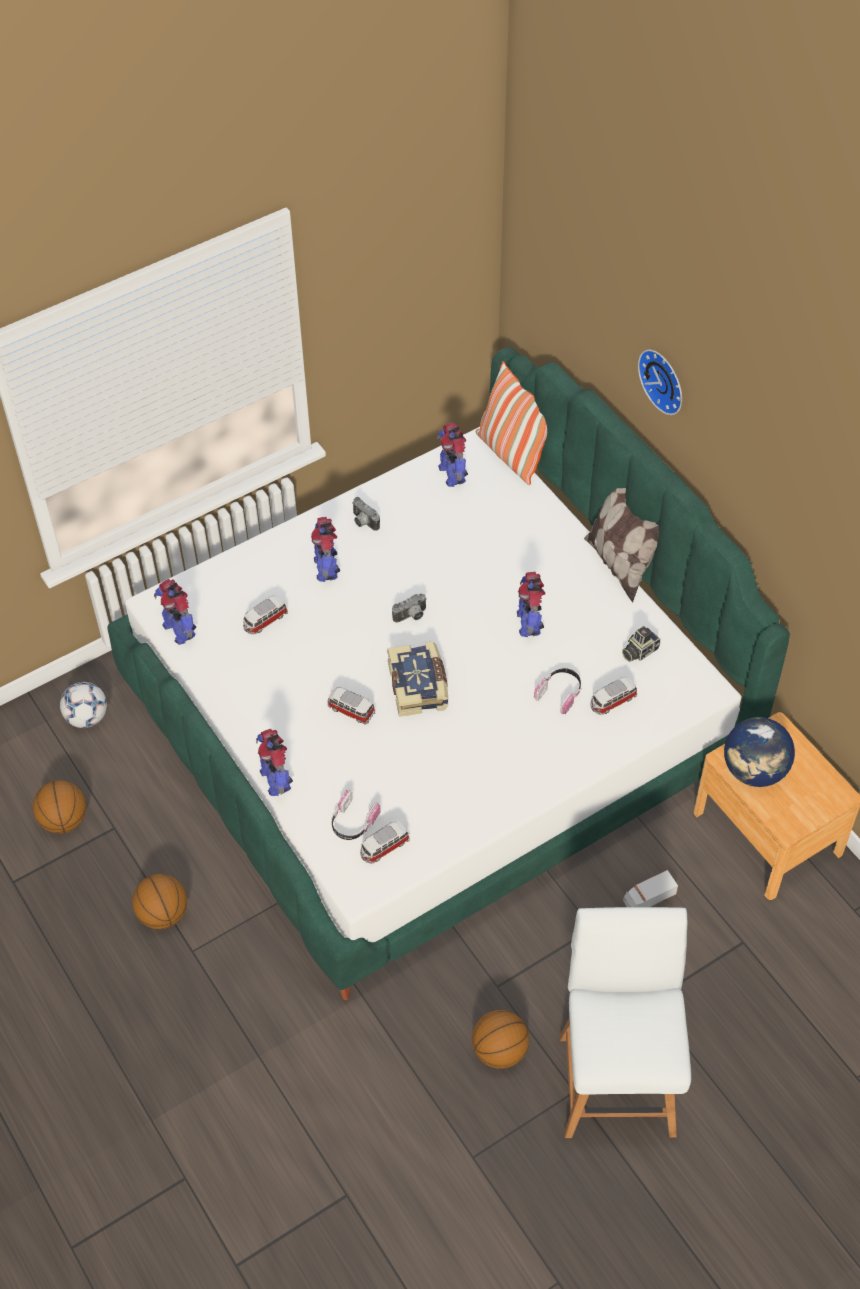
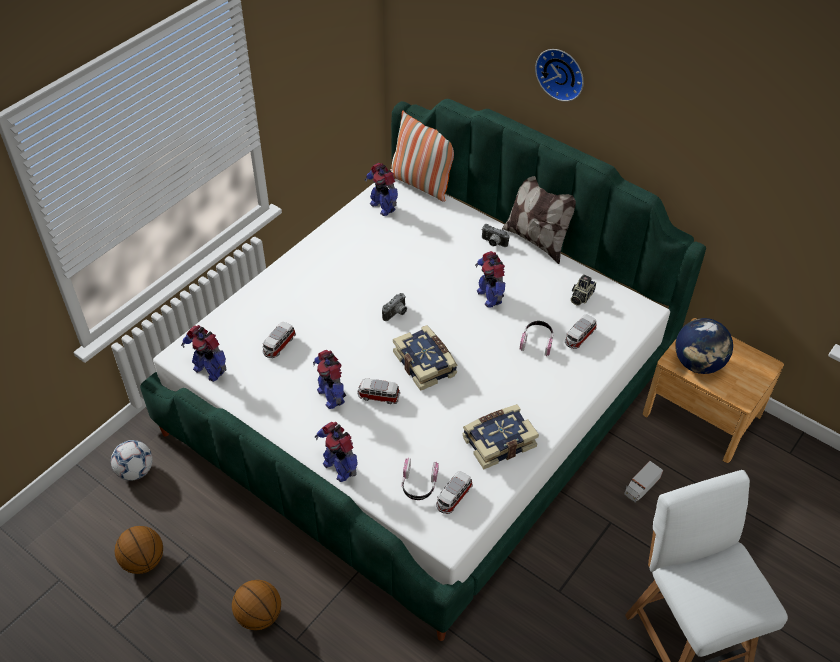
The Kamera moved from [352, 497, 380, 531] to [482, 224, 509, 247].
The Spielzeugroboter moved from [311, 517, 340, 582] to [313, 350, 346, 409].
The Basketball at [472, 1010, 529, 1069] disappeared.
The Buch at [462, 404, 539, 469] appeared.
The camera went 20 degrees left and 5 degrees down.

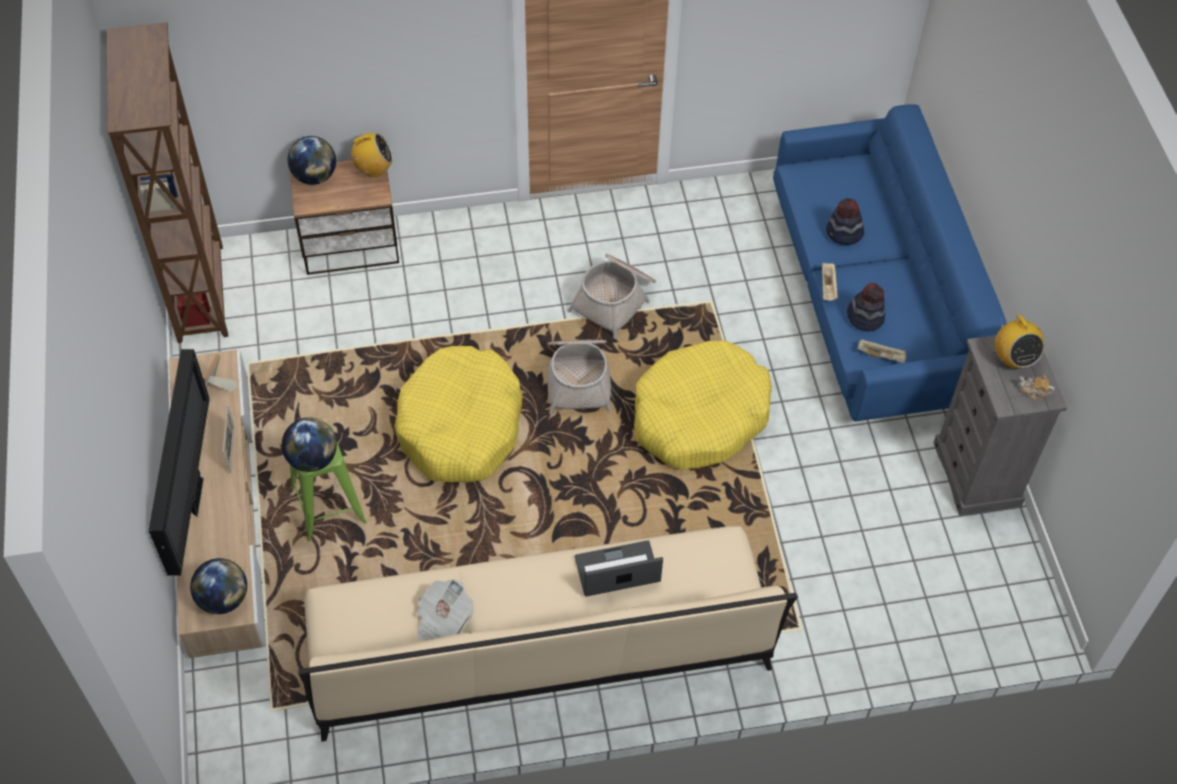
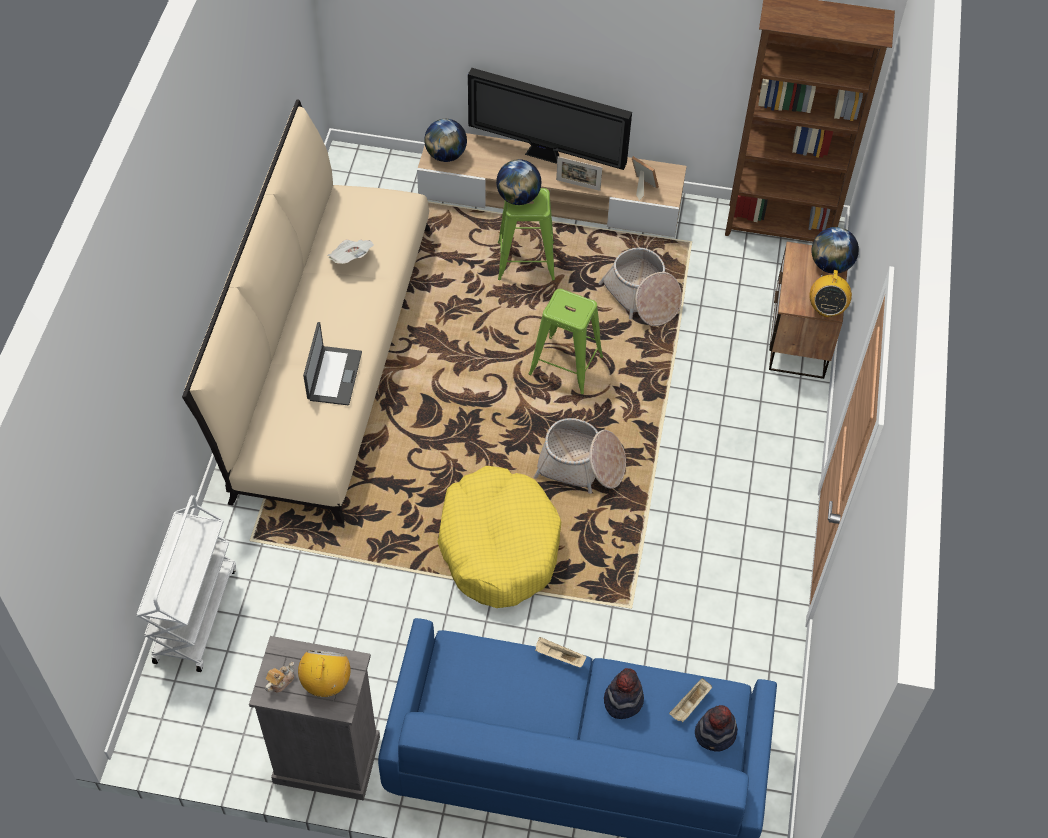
The Korb moved from [567, 254, 656, 339] to [598, 248, 682, 326].
The Hut moved from [847, 283, 885, 331] to [695, 705, 738, 752].
The Radio at [995, 315, 1045, 369] turned 90 degrees clockwise.
The Tablett/beige moved from [857, 339, 906, 363] to [669, 678, 712, 722].
The Hundebett/gelb at [394, 346, 523, 483] was replaced by the Hocker/grün at [529, 289, 603, 395].
The Rollwagen/weiß at [136, 495, 236, 672] appeared.
The camera went 110 degrees right and 0 degrees up.

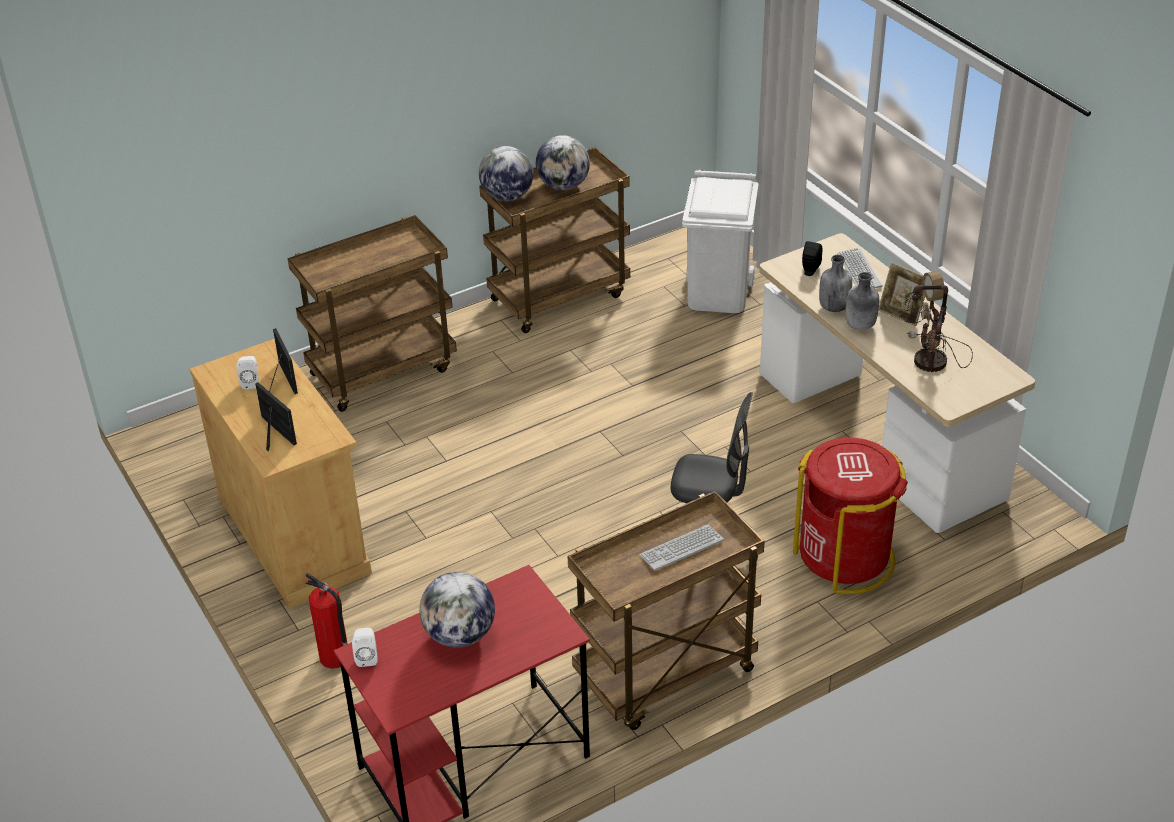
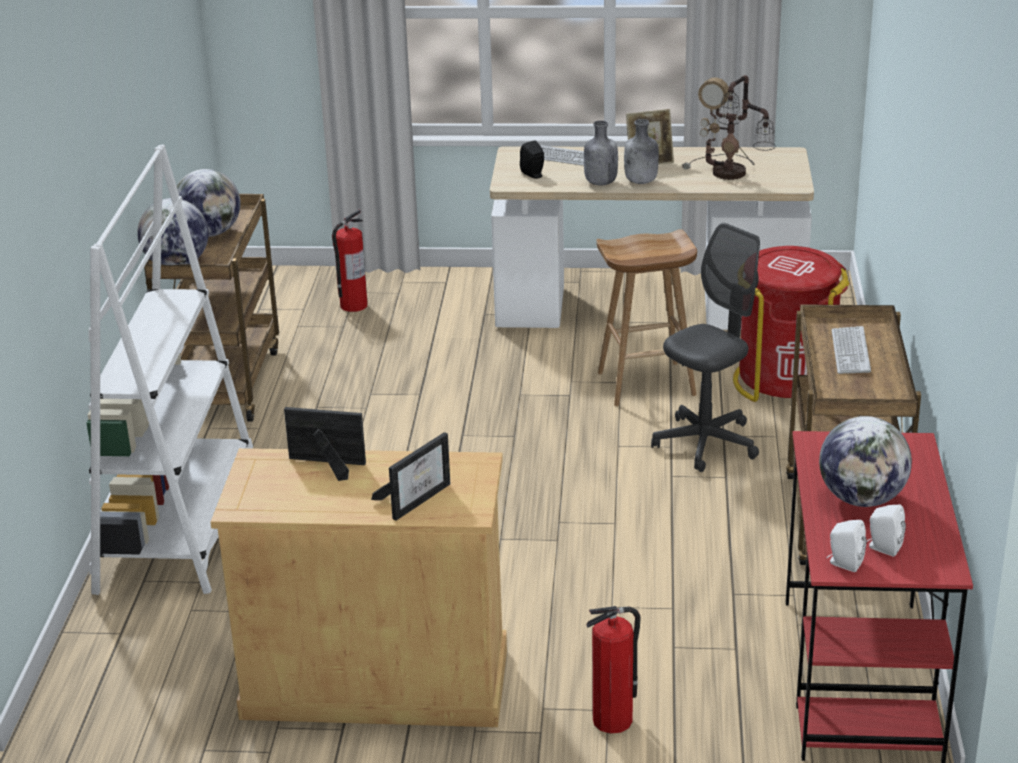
The Mülleimer/weiß at [682, 170, 759, 313] was replaced by the Feuerlöscher at [332, 210, 368, 312].
The Rollwagen/braun at [287, 215, 457, 412] was replaced by the Bücherregal/weiß at [86, 145, 253, 595].
The Lautsprecher/weiß moved from [236, 356, 259, 389] to [867, 505, 906, 556].
The Bilderrahmen at [255, 382, 297, 452] turned 135 degrees clockwise.
The Hocker/braun at [596, 229, 697, 406] appeared.
The camera went 55 degrees left and 10 degrees down.

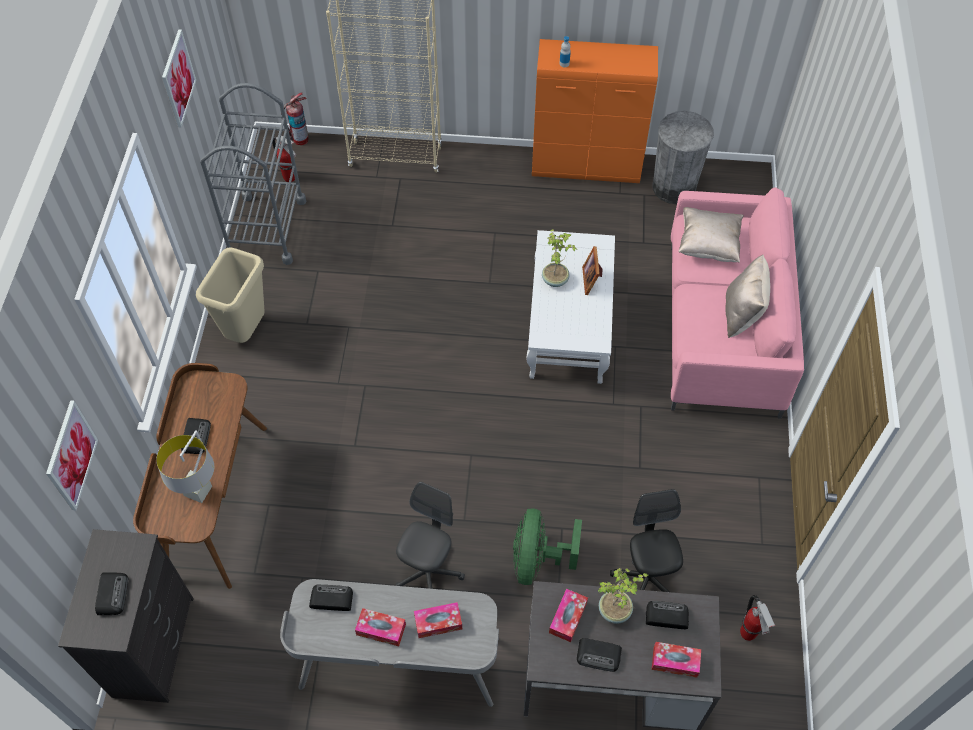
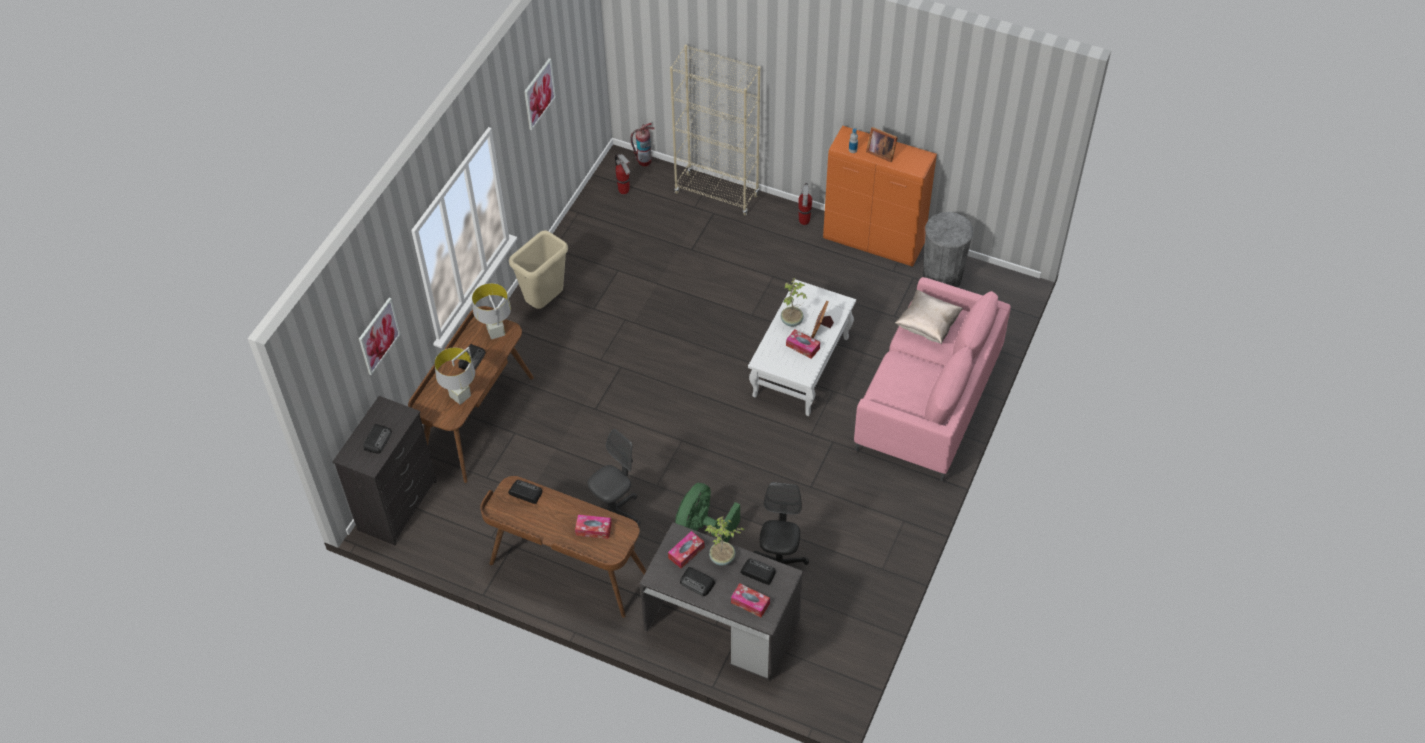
The Rollwagen/grau at [200, 83, 306, 265] disappeared.
The Kissen/beige at [725, 254, 770, 338] disappeared.
The Schreibtisch/grau at [280, 579, 499, 707] became the Schreibtisch/braun at [480, 476, 646, 618].
The Feuerlöscher moved from [740, 595, 775, 641] to [798, 183, 812, 225].
The Taschentuchbox moved from [355, 608, 406, 646] to [786, 329, 820, 359].
The Bilderrahmen at [866, 127, 898, 162] appeared.
The Tischlampe/grau at [472, 283, 511, 339] appeared.
The camera went 20 degrees right and 5 degrees down.

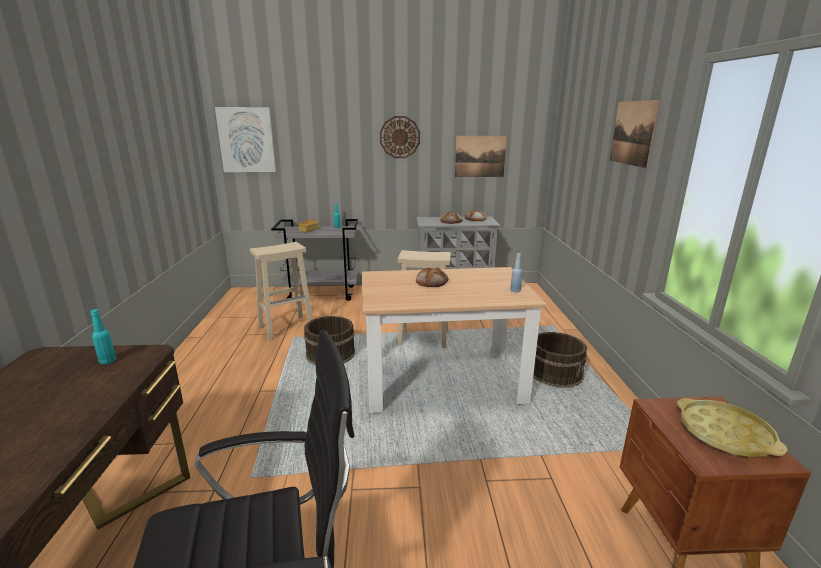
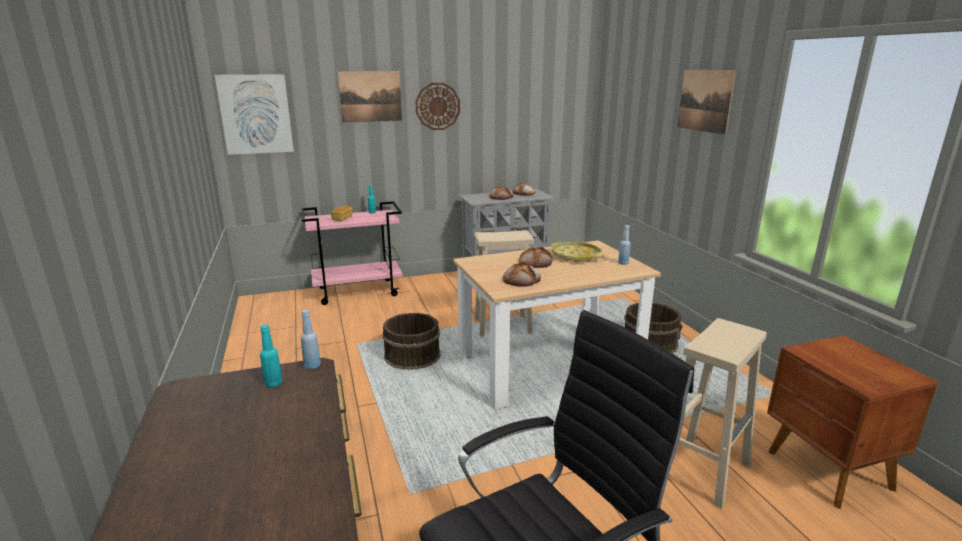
The Bild moved from [455, 135, 507, 177] to [338, 71, 402, 123].
The Rollwagen/grau at [271, 219, 358, 301] became the Rollwagen/rosa at [301, 201, 403, 305].
The Hocker/beige moved from [250, 242, 313, 341] to [679, 318, 767, 509].
The Tablett/gelb moved from [677, 398, 788, 457] to [551, 242, 603, 263].
The Brot at [503, 263, 541, 287] appeared.
The Flasche/blau at [301, 309, 321, 369] appeared.
The camera went 15 degrees left and 0 degrees up.

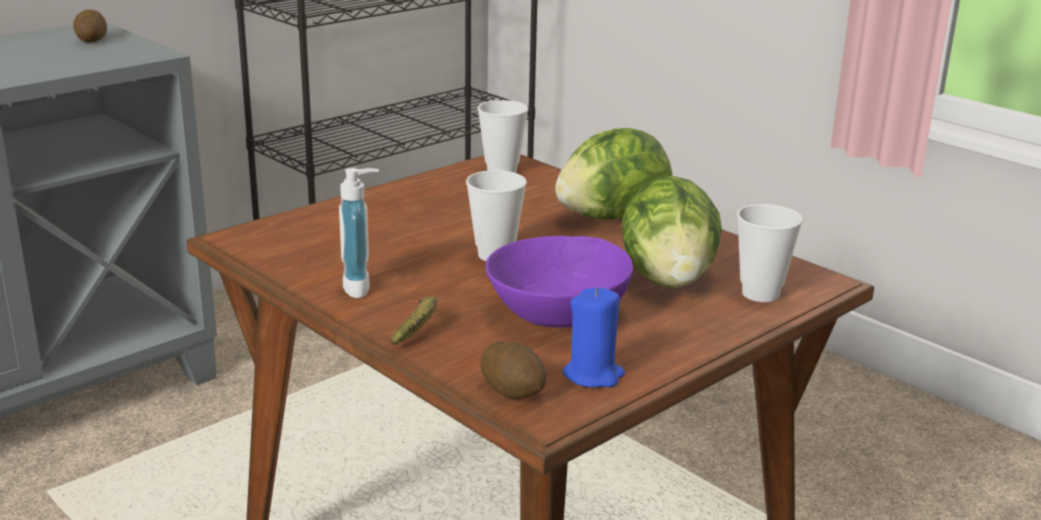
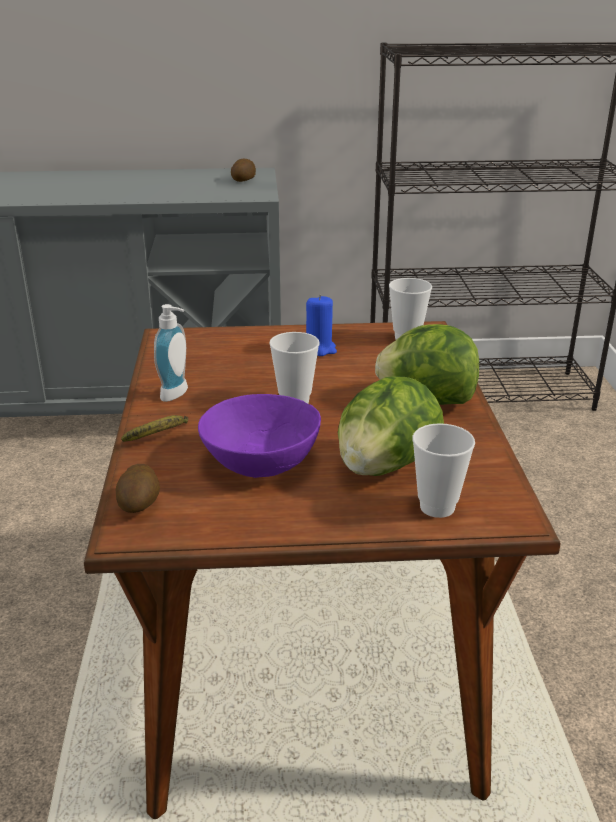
The Kerze/blau moved from [562, 287, 625, 387] to [306, 295, 337, 356].
The camera went 40 degrees right and 5 degrees up.

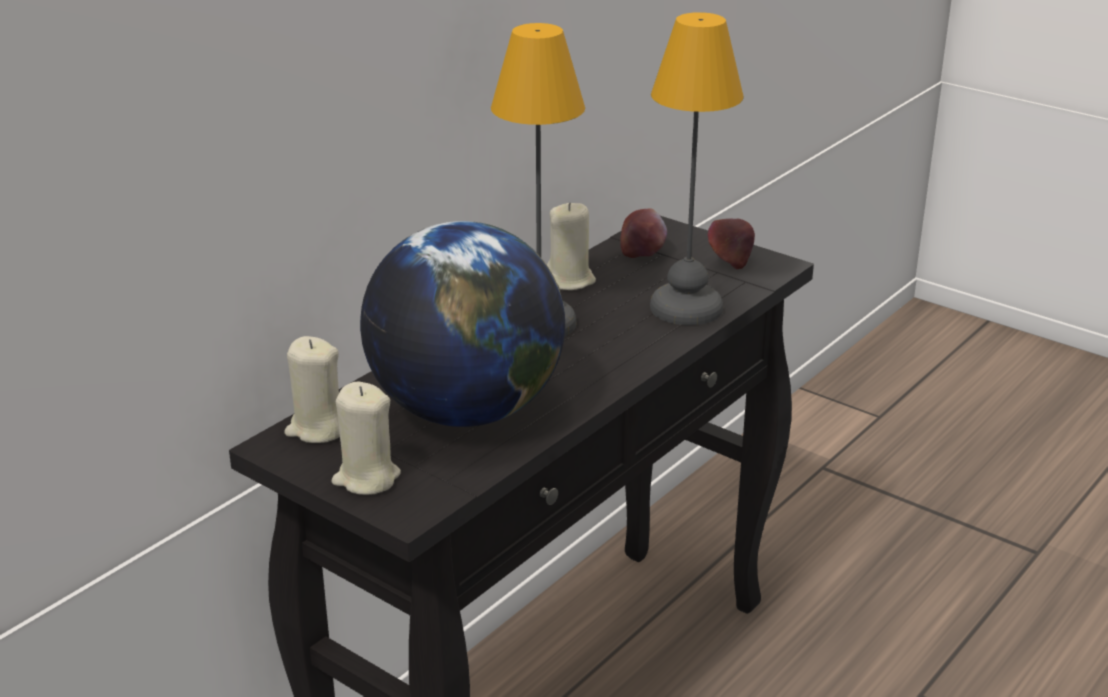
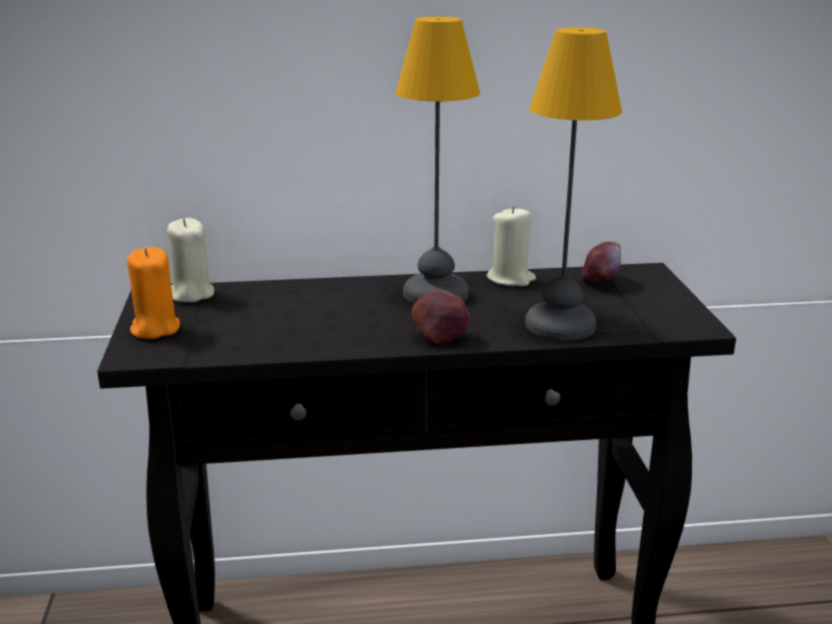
The Apfel moved from [708, 218, 755, 269] to [412, 290, 470, 346].
The Globus at [360, 221, 565, 427] disappeared.
The Kerze/beige at [331, 381, 401, 495] became the Kerze/orange at [127, 247, 180, 339].
The camera went 45 degrees right and 5 degrees down.

